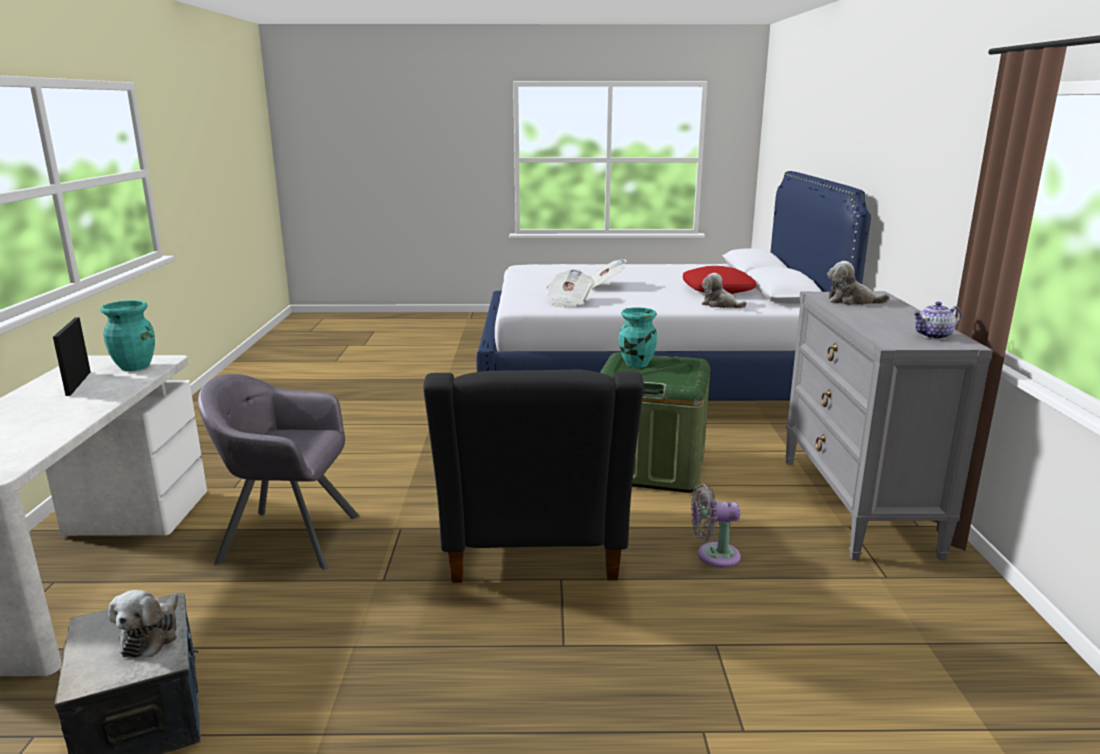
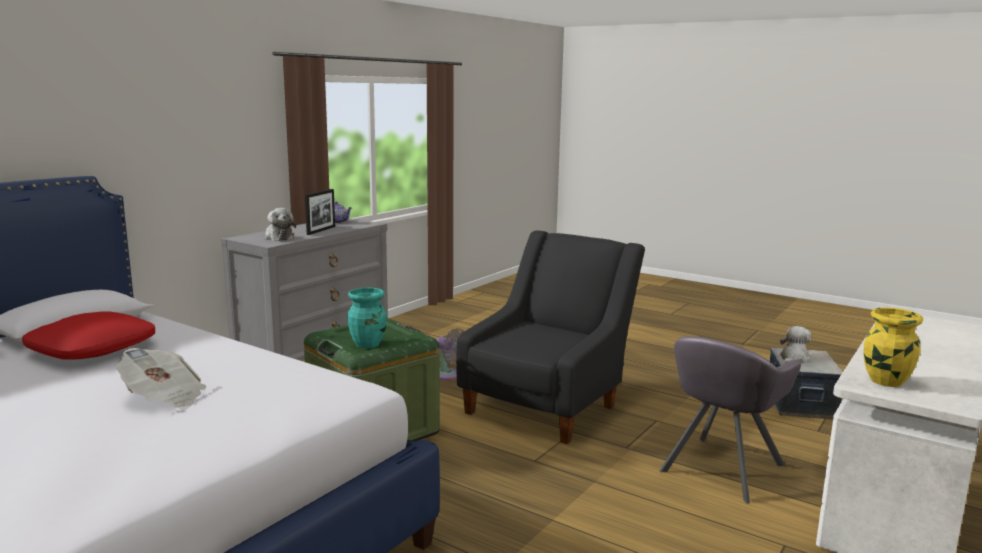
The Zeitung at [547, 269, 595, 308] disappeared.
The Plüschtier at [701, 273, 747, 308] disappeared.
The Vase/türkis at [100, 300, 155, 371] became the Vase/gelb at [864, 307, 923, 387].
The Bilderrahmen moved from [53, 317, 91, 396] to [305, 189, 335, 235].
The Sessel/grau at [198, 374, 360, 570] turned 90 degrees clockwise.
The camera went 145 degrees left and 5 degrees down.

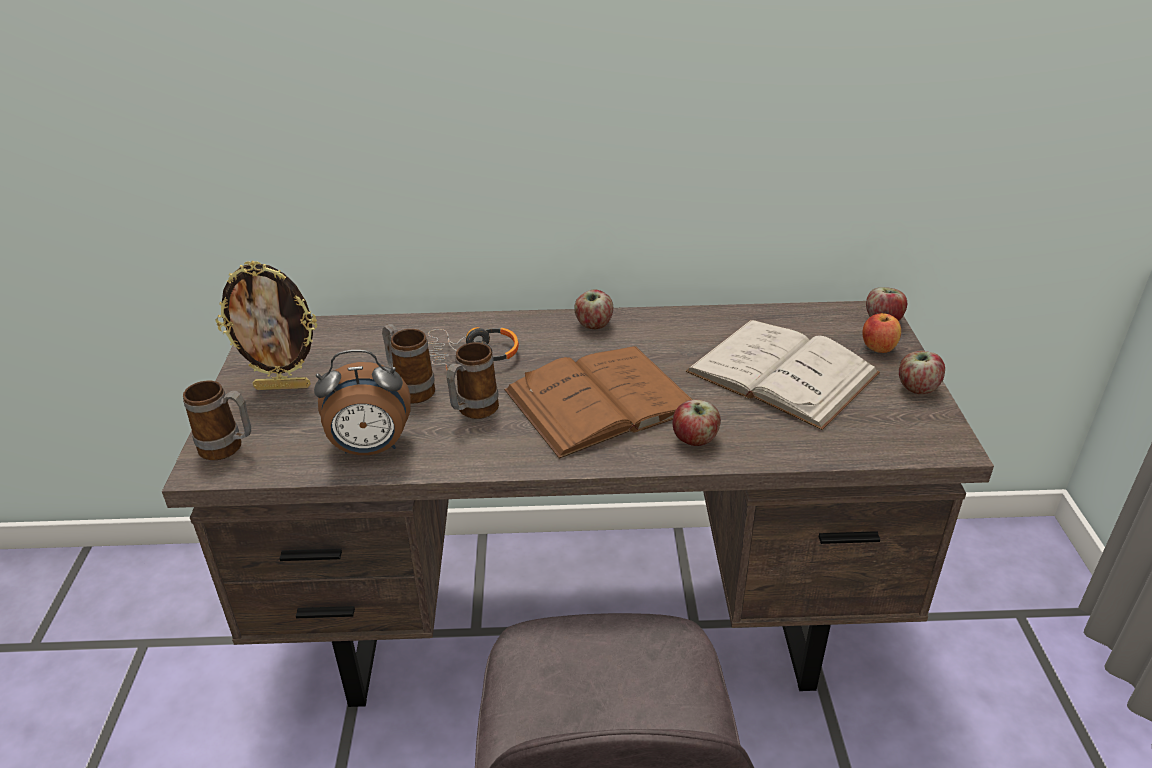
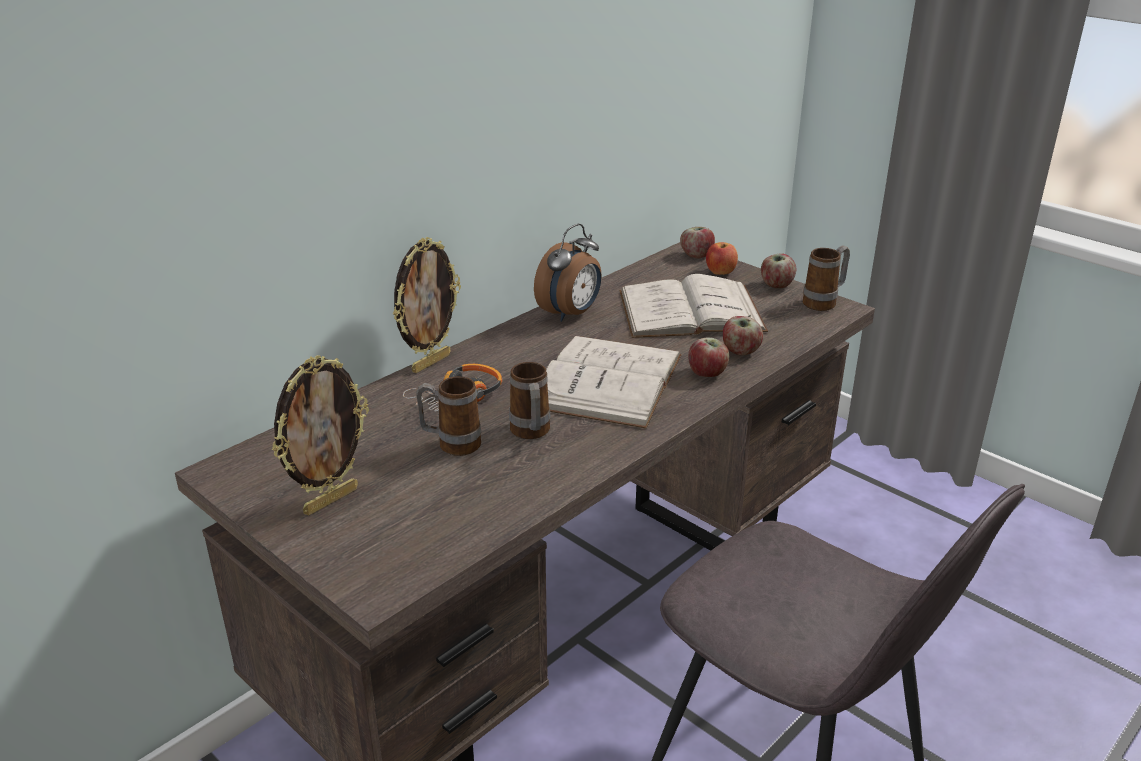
The Apfel moved from [574, 289, 613, 329] to [723, 316, 763, 355].
The Buch/braun at [504, 346, 692, 459] became the Buch/weiß at [546, 336, 681, 429].
The Wecker moved from [314, 350, 411, 455] to [534, 223, 602, 322].
The Henkelbecher moved from [183, 381, 251, 460] to [803, 245, 850, 311].
The Bilderrahmen at [393, 237, 461, 373] appeared.
The camera went 45 degrees left and 5 degrees down.

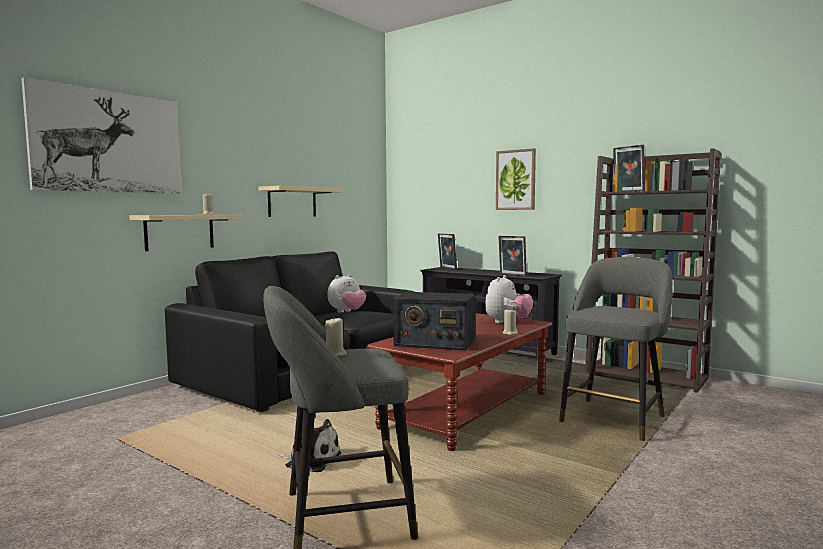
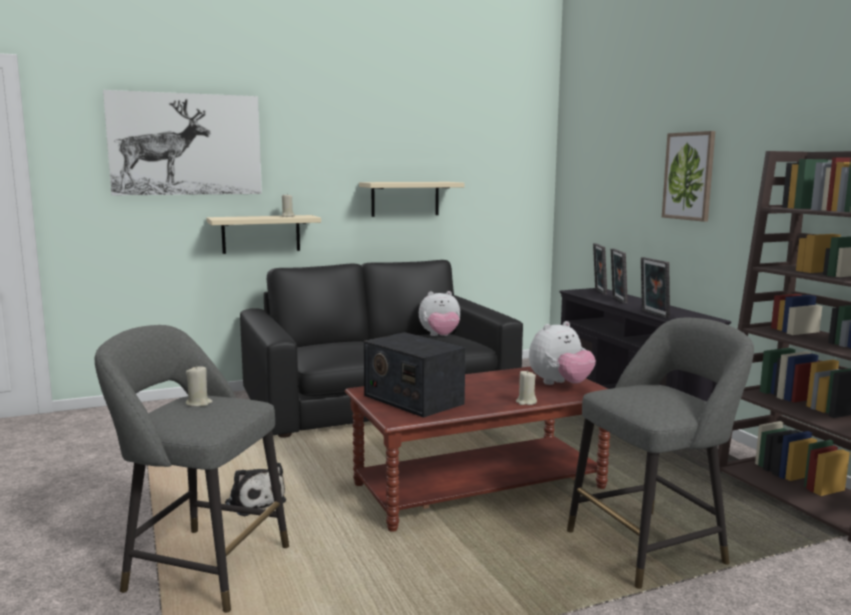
The Bilderrahmen moved from [613, 145, 645, 192] to [611, 248, 628, 304].
The camera went 30 degrees right and 5 degrees up.

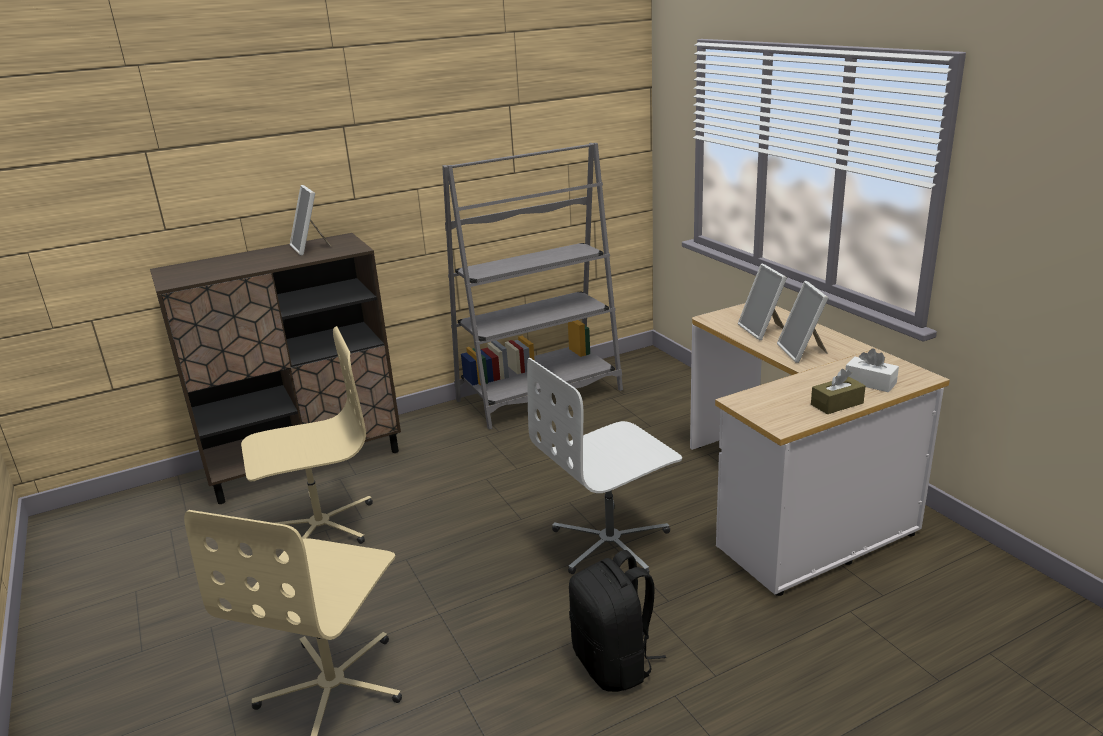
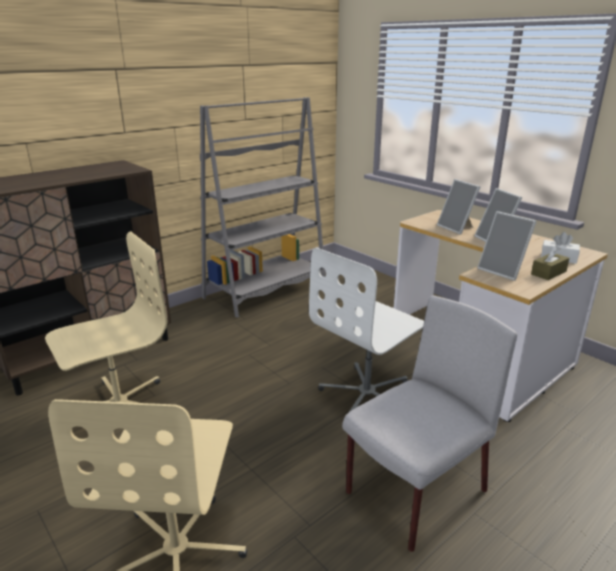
The Bilderrahmen moved from [290, 185, 331, 255] to [477, 211, 537, 281].
The Rucksack/schwarz at [569, 550, 666, 692] was replaced by the Stuhl/grau at [342, 295, 517, 552].
The camera went 15 degrees left and 0 degrees up.

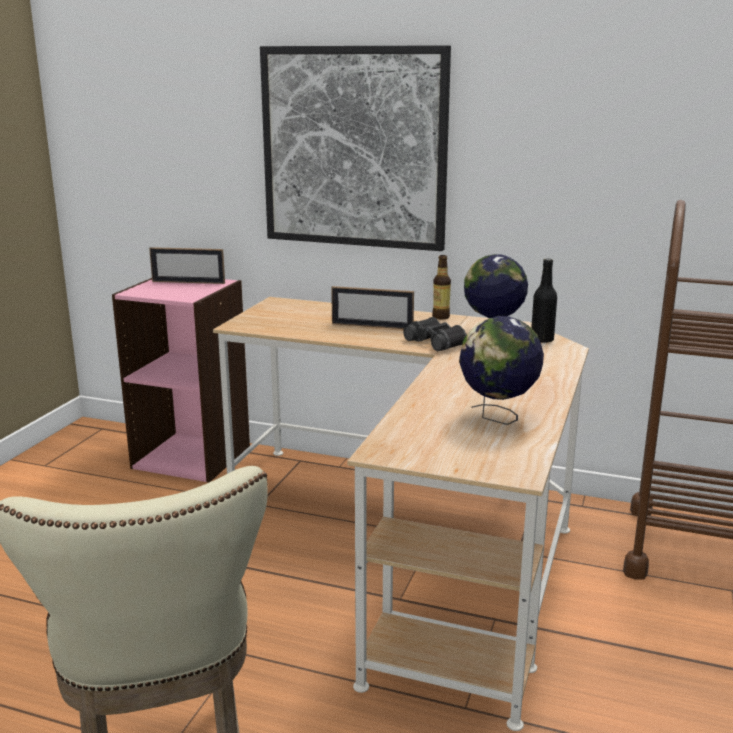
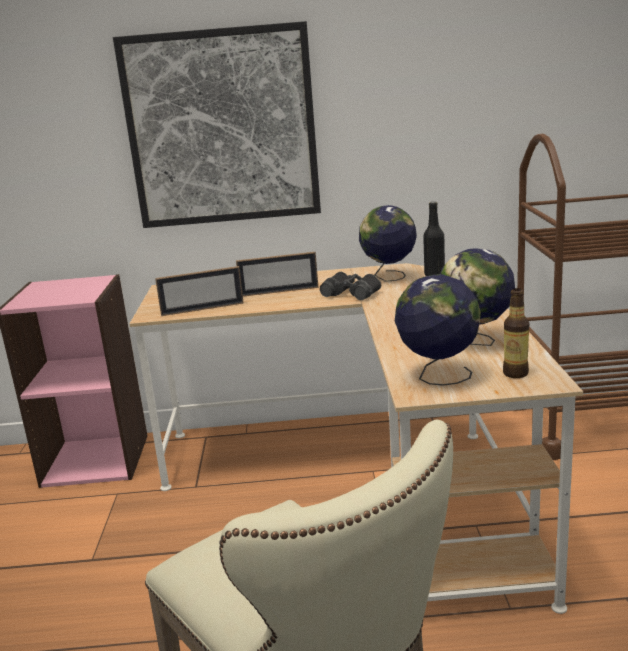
The Bilderrahmen moved from [149, 247, 225, 284] to [155, 266, 244, 316].
The Flasche moved from [432, 255, 451, 319] to [503, 288, 529, 378].
The Globus at [395, 274, 481, 386] appeared.
The camera went 20 degrees left and 0 degrees up.

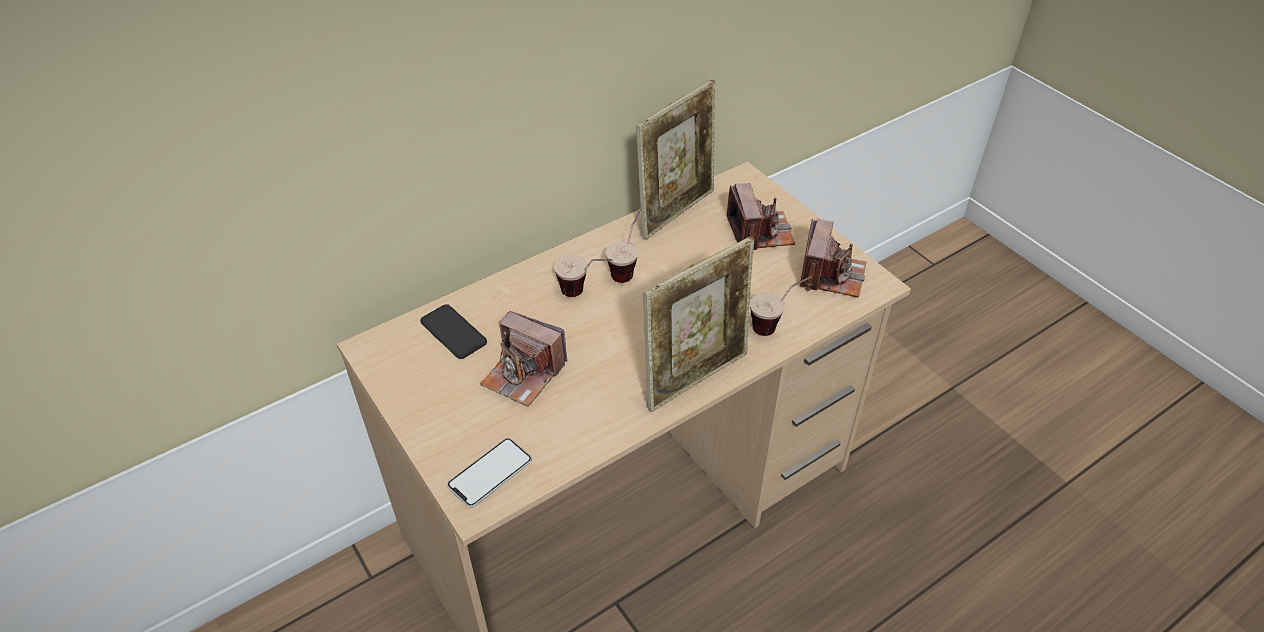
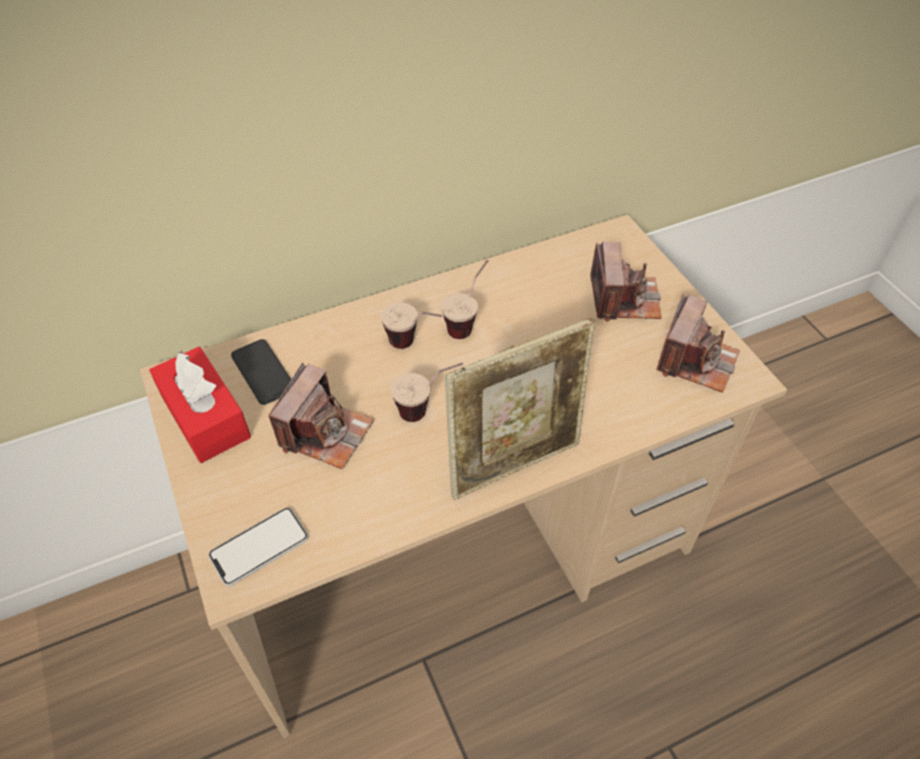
The Bilderrahmen at [636, 80, 715, 240] disappeared.
The Tasse moved from [750, 276, 812, 336] to [391, 362, 463, 422].
The Kamera at [480, 311, 567, 407] turned 105 degrees counterclockwise.
The Taschentuchbox/rot at [149, 347, 251, 463] appeared.
The camera went 10 degrees right and 5 degrees up.

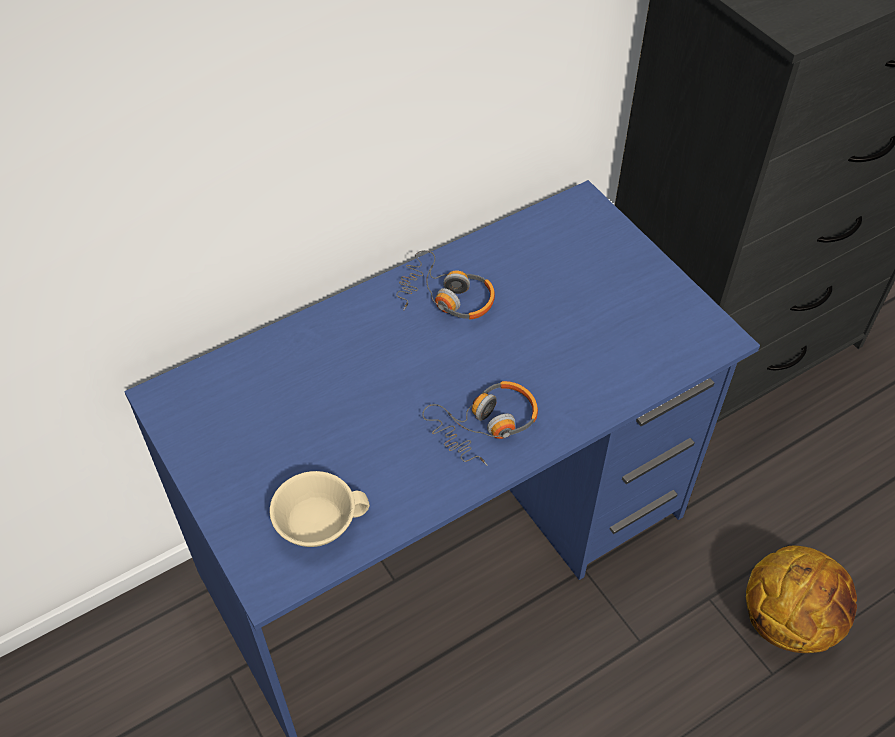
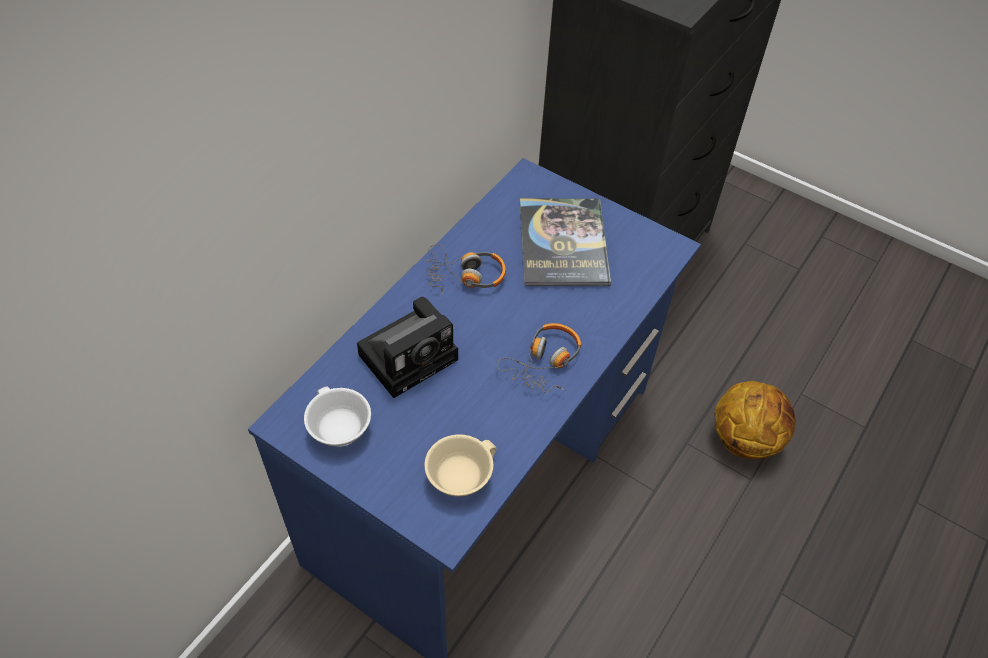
The Buch at [520, 198, 611, 286] appeared.
The Kamera at [357, 297, 458, 398] appeared.
The Tasse/weiß at [304, 387, 371, 447] appeared.
The camera went 25 degrees left and 0 degrees up.

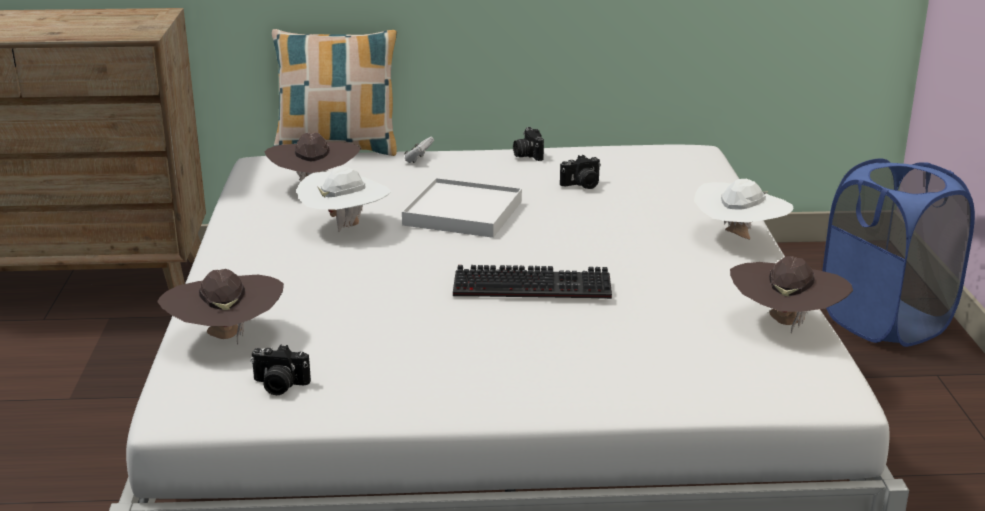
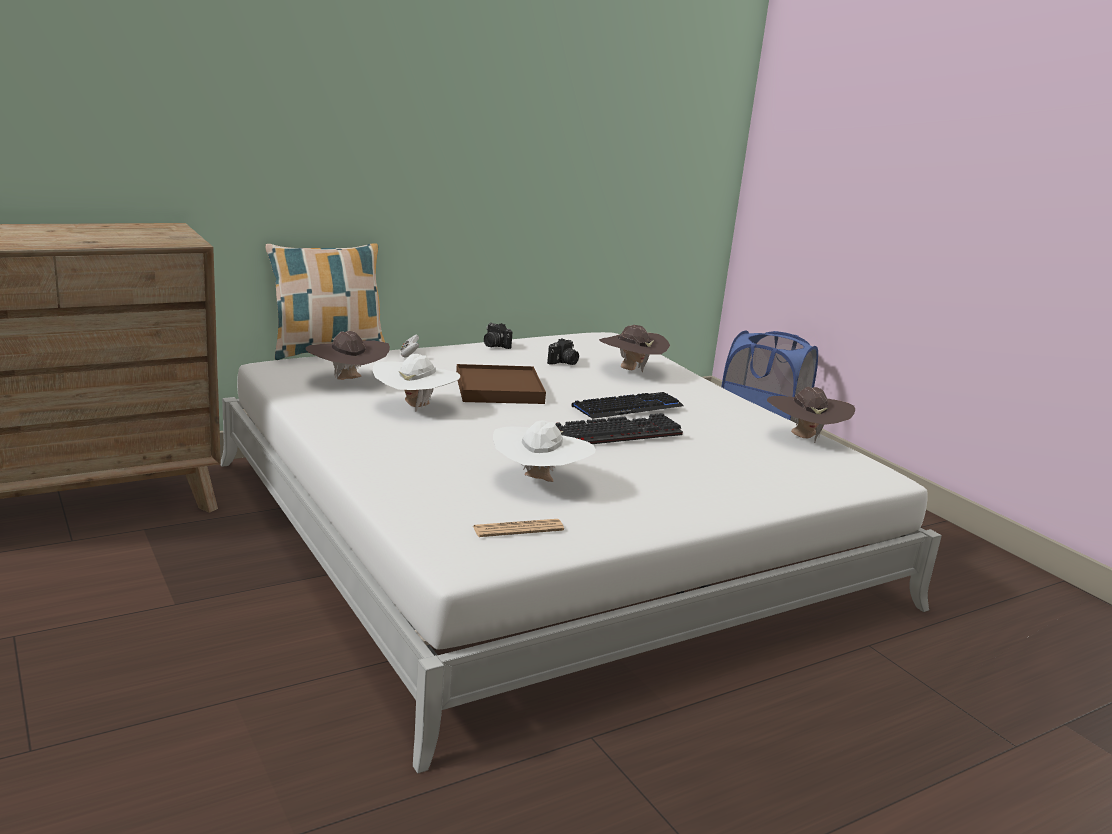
The Tablett/weiß at [402, 178, 522, 238] became the Tablett/braun at [456, 364, 546, 404].
The Hut/weiß moved from [694, 179, 794, 240] to [493, 420, 596, 482].
The Hut/braun moved from [157, 269, 284, 344] to [599, 325, 670, 372].
The Kamera at [250, 345, 311, 395] was replaced by the Zeitung at [473, 519, 564, 537].
The Tastatur at [571, 392, 684, 419] appeared.
The camera went 30 degrees left and 5 degrees down.

